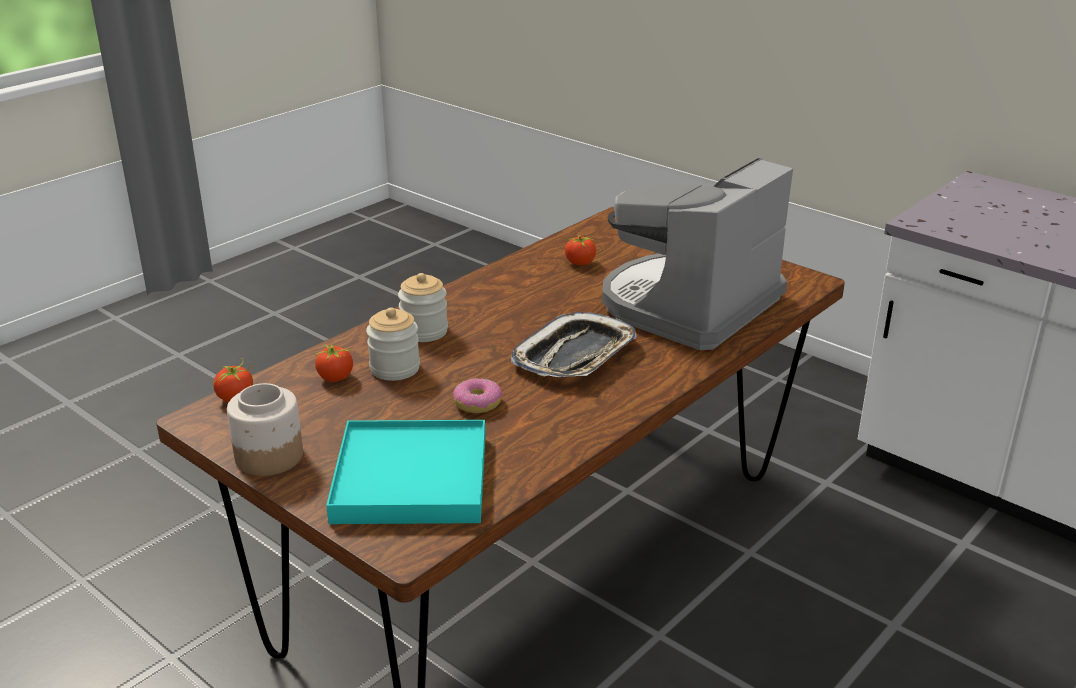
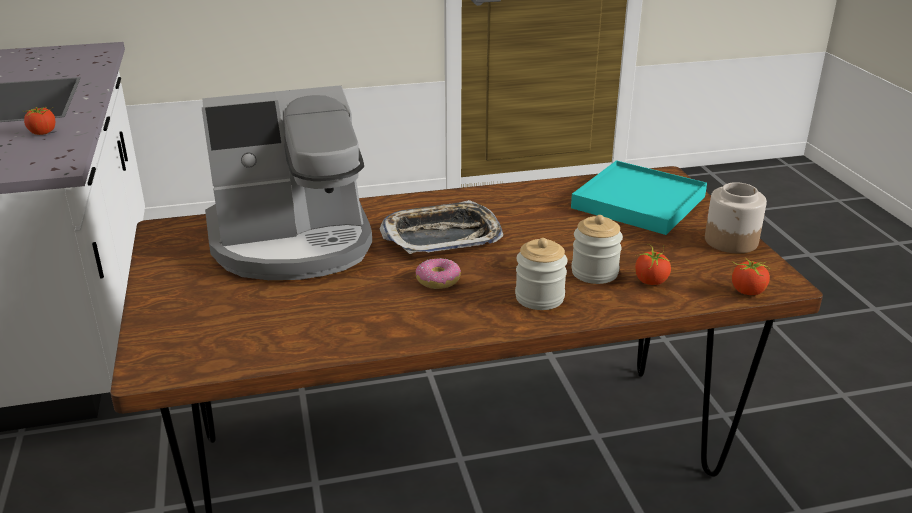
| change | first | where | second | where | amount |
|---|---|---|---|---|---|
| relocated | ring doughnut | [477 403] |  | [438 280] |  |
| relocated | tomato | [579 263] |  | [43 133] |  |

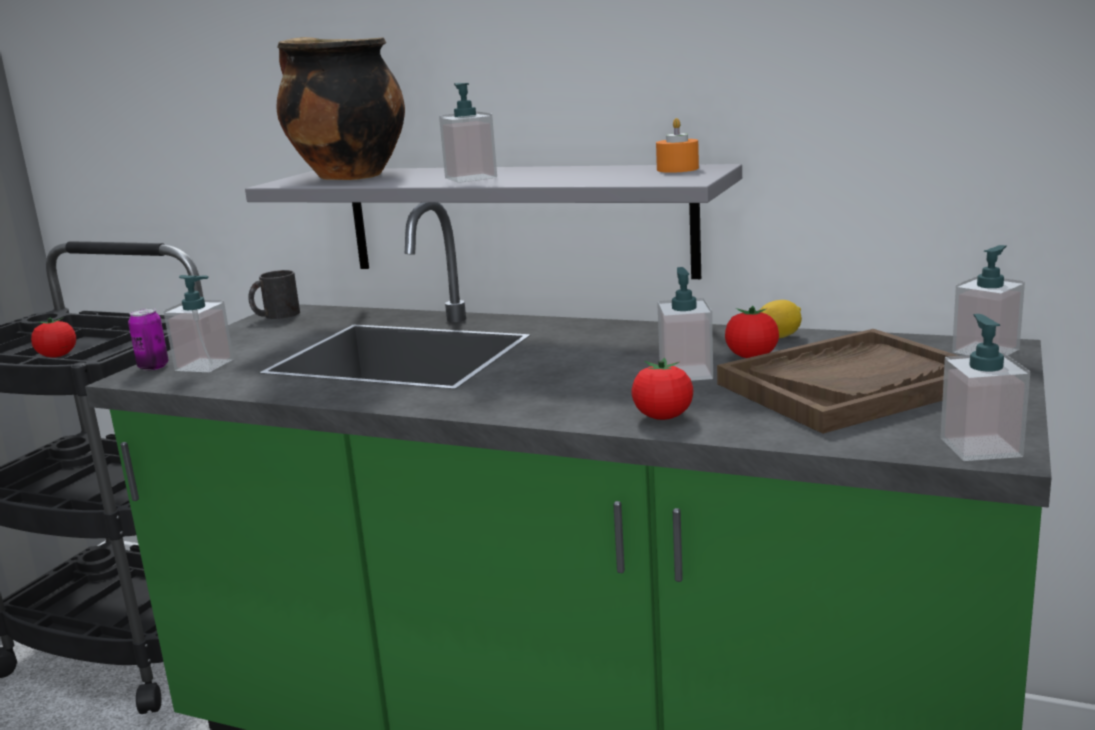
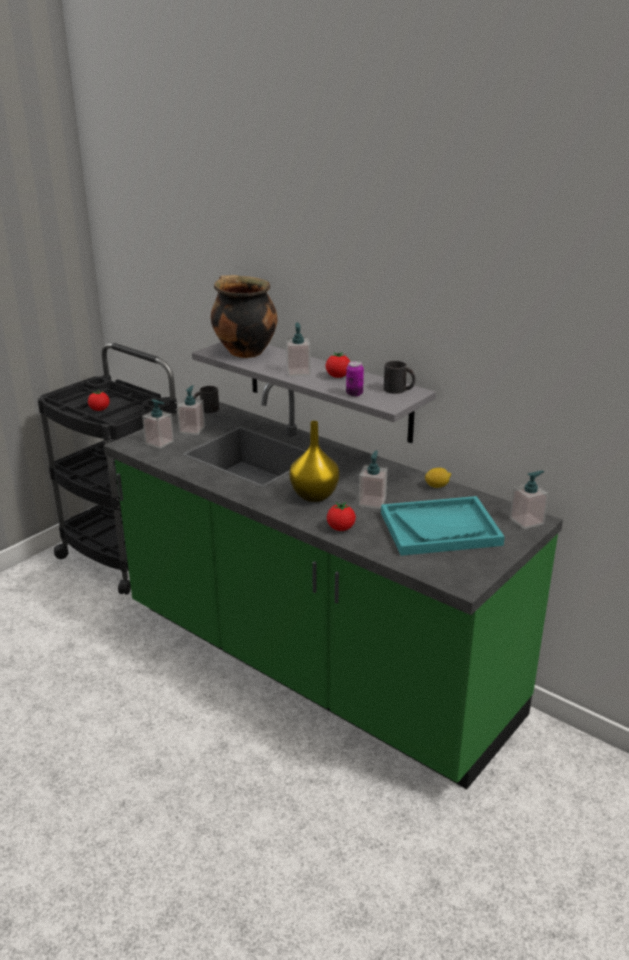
| change | first | where | second | where | amount |
|---|---|---|---|---|---|
| relocated | metal can | [153 367] |  | [354 394] |  |
| exchanged | orangey wax light | [677 169] | blackish mug | [399 390] |  |
| colour | brownish tray | [850 385] | turquoise tray | [440 528] |  |
| relocated | tomato | [751 357] |  | [338 376] |  |
| relocated | liquid soap bottle | [980 447] |  | [192 430] |  |
| appeared |  |  | yellow flower vase | [313 495] |  |

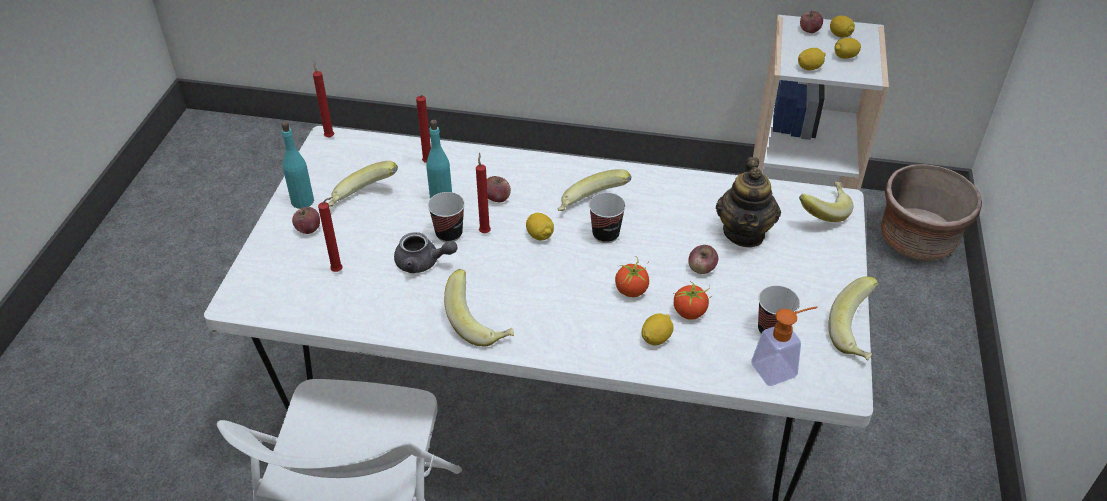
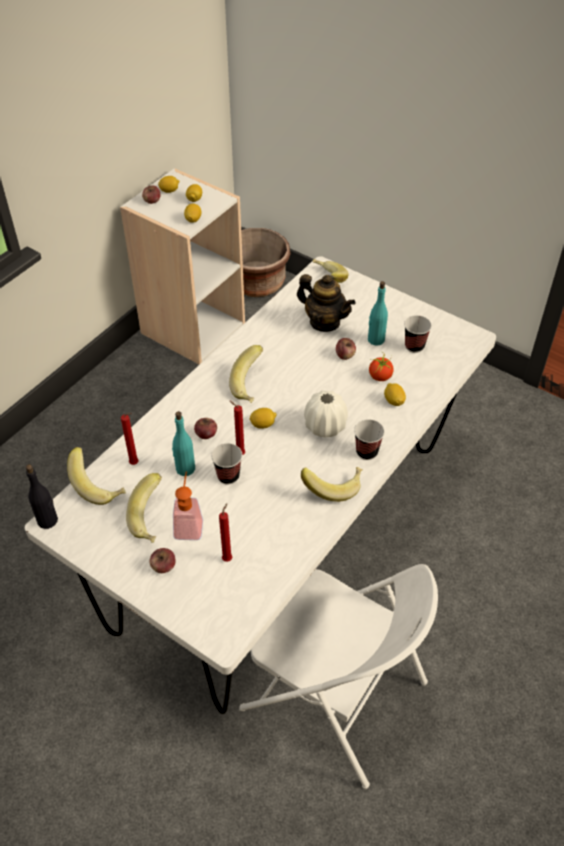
| change | first | where | second | where | amount |
|---|---|---|---|---|---|
| relocated | turquoise beverage bottle | [302 201] |  | [375 339] |  |
| exchanged | red-coloured wax light | [329 136] | blackish beverage bottle | [48 520] |  |
| missing | gray tea pot | [423 263] |  |  |  |
| relocated | small cup | [605 234] |  | [367 452] |  |
| missing | tomato | [631 290] |  |  |  |
| relocated | liquid soap bottle | [780 368] |  | [189 524] |  |
| relocated | whole banana | [857 334] |  | [99 486] |  |
| appeared |  |  | white flower vase | [325 426] |  |

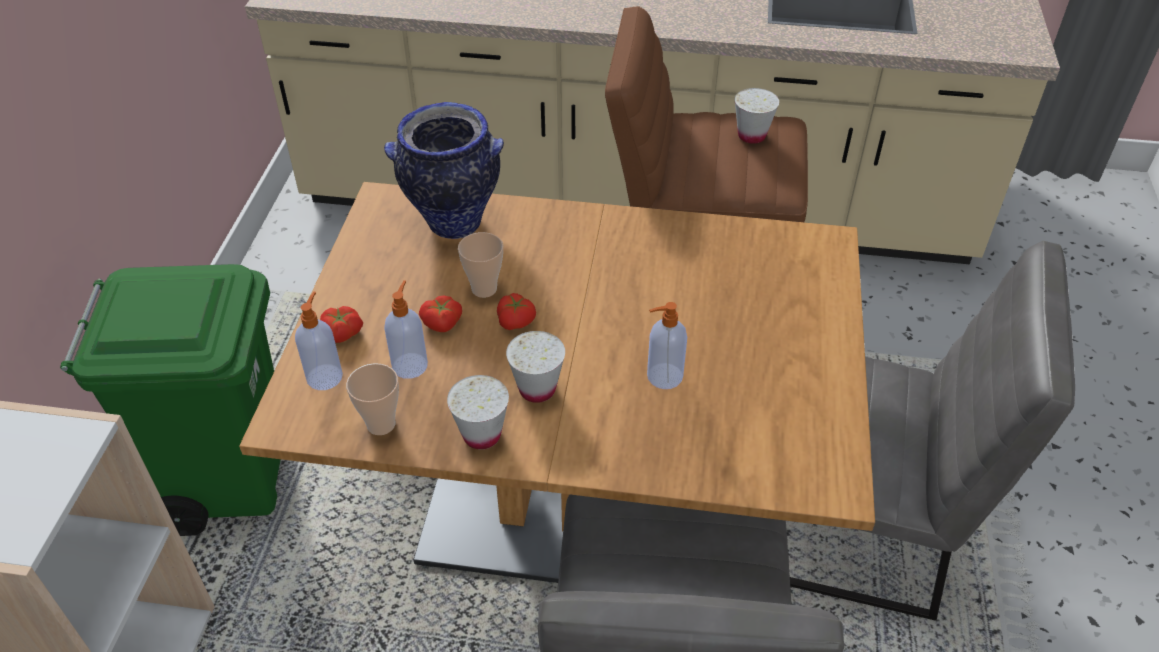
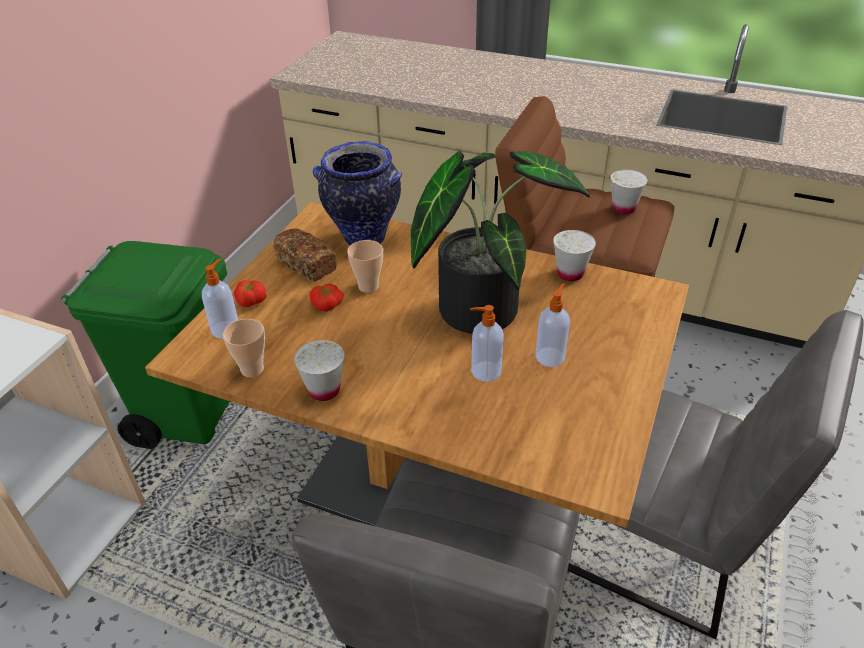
| change | first | where | second | where | amount |
|---|---|---|---|---|---|
| relocated | liquid soap bottle | [410 365] |  | [550 356] |  |
| missing | tomato | [517 321] |  |  |  |
| relocated | white small cup | [537 389] |  | [570 274] |  |
| appeared |  |  | baked bread | [306 265] |  |
| appeared |  |  | houseplant | [480 304] |  |

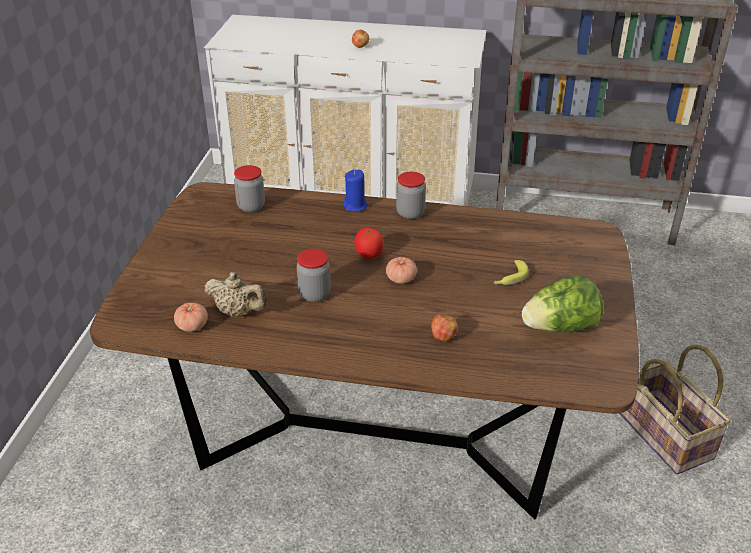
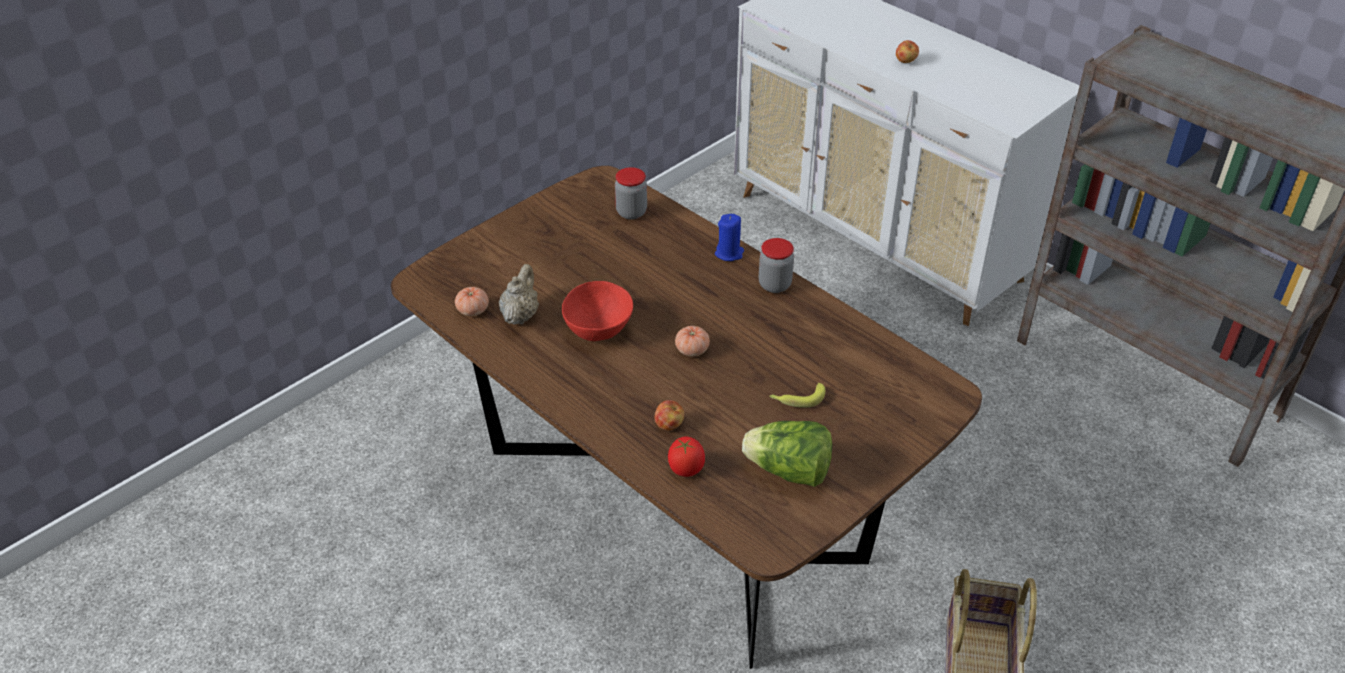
| change | first | where | second | where | amount |
|---|---|---|---|---|---|
| spun | beige tea pot | [238 312] |  | [520 315] | 135 degrees counterclockwise |
| exchanged | storage jar | [314 294] | red-coloured deep dish | [599 329] |  |
| relocated | tomato | [368 254] |  | [686 469] |  |

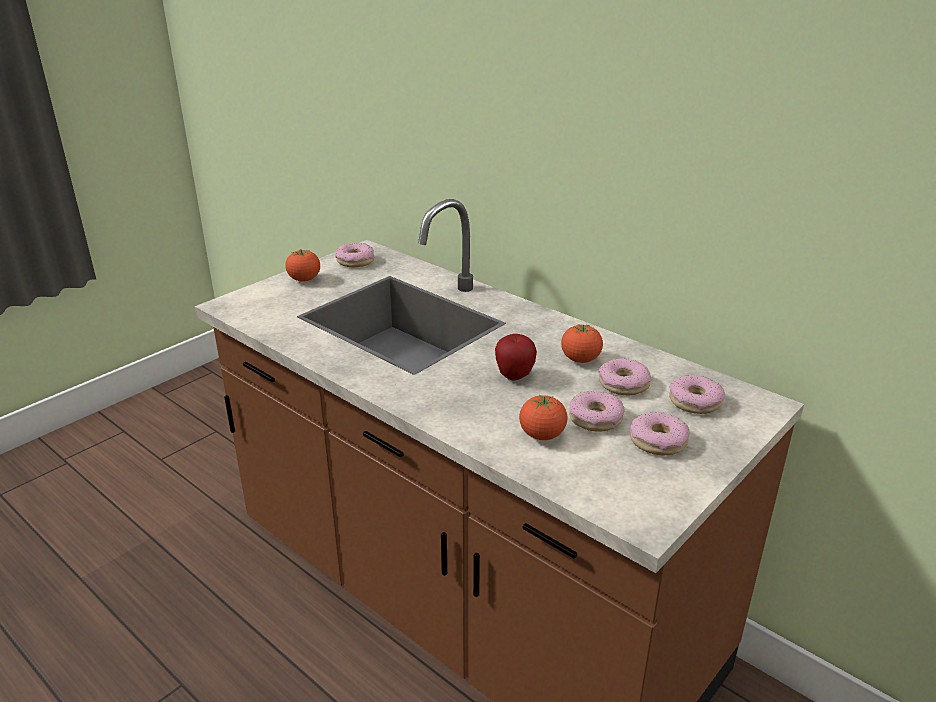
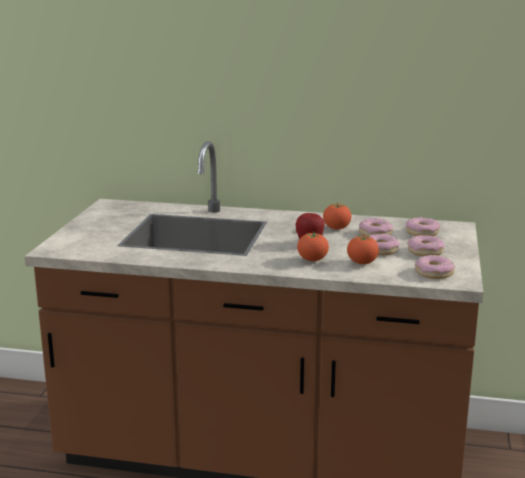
| change | first | where | second | where | amount |
|---|---|---|---|---|---|
| relocated | tomato | [304 280] |  | [312 260] |  |
| relocated | ring doughnut | [355 261] |  | [434 273] |  |

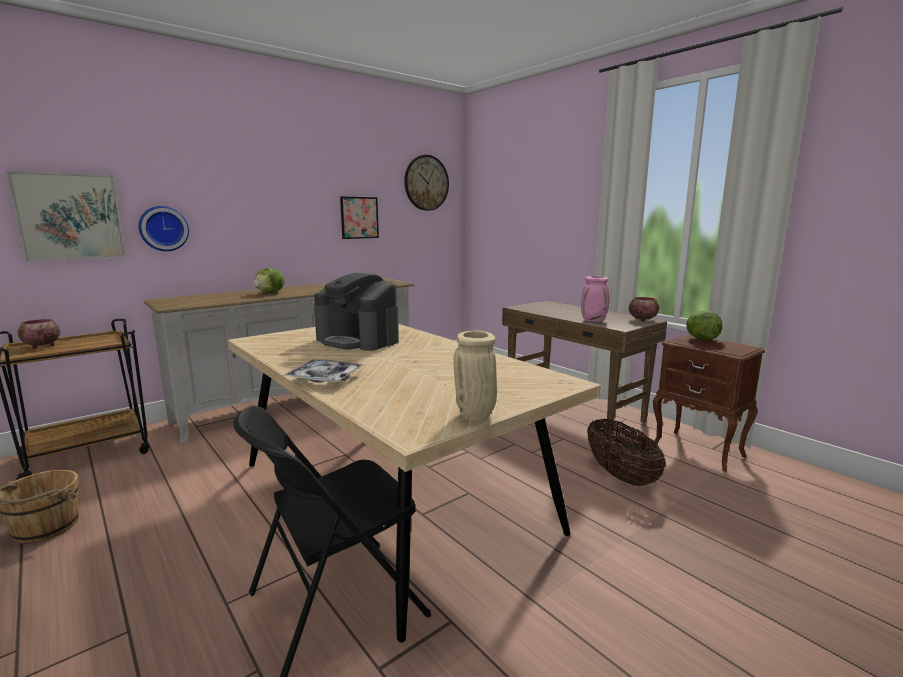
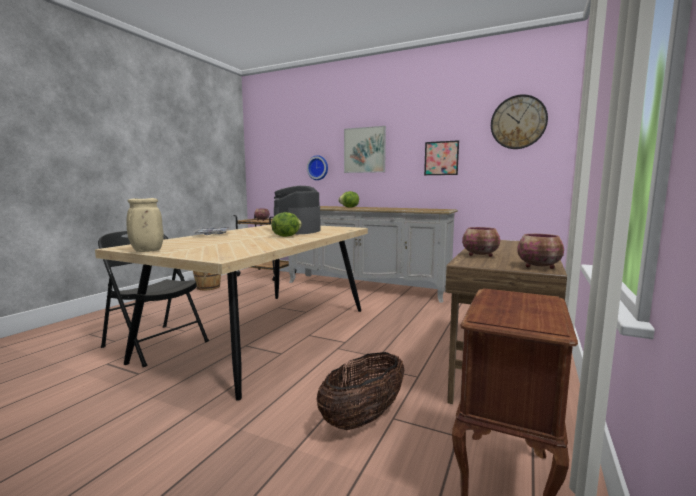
| change | first | where | second | where | amount |
|---|---|---|---|---|---|
| relocated | wall art | [70 216] |  | [364 150] |  |
| exchanged | pink flower vase | [594 320] | deep dish | [481 255] |  |
| relocated | lettuce | [701 339] |  | [286 236] |  |

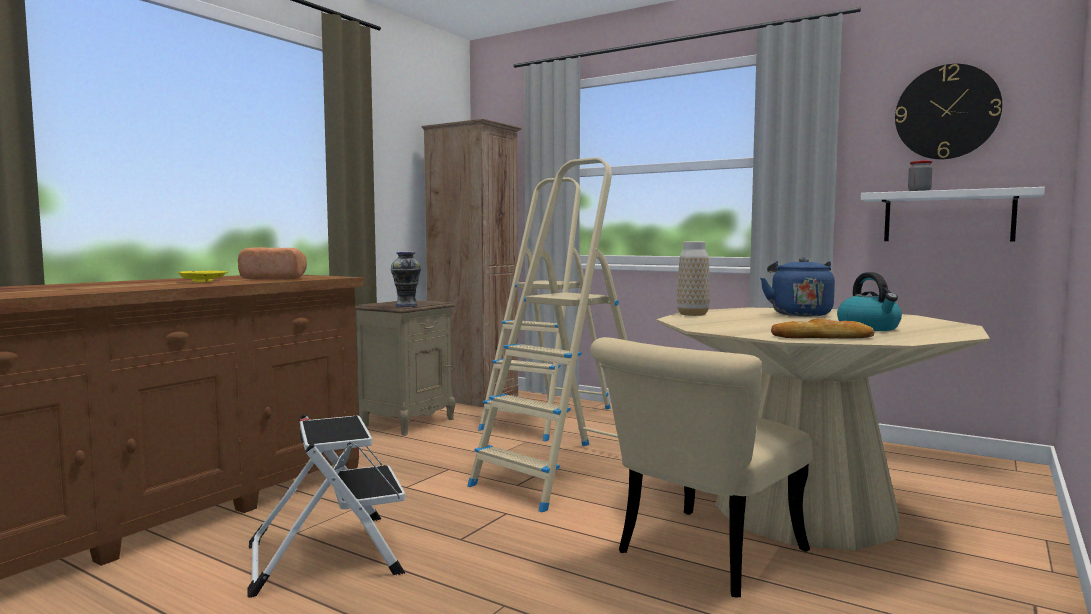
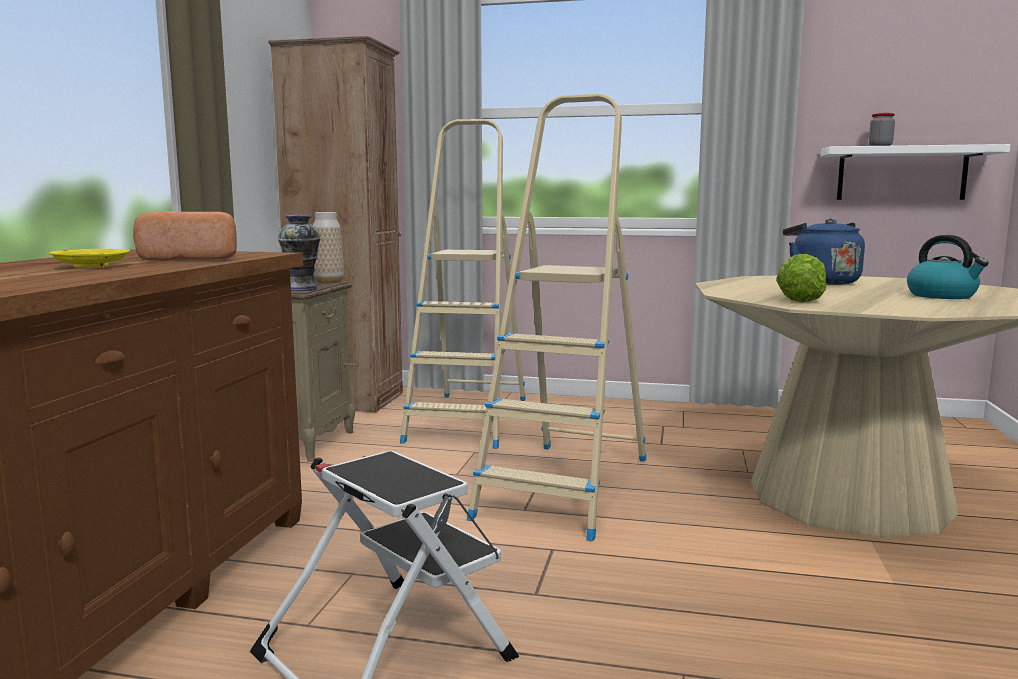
| change | first | where | second | where | amount |
|---|---|---|---|---|---|
| missing | beige upright chair | [700 558] |  |  |  |
| relocated | flower vase | [692 314] |  | [328 282] |  |
| missing | baked bread | [822 337] |  |  |  |
| missing | wall clock | [946 112] |  |  |  |
| appeared |  |  | lettuce | [801 300] |  |

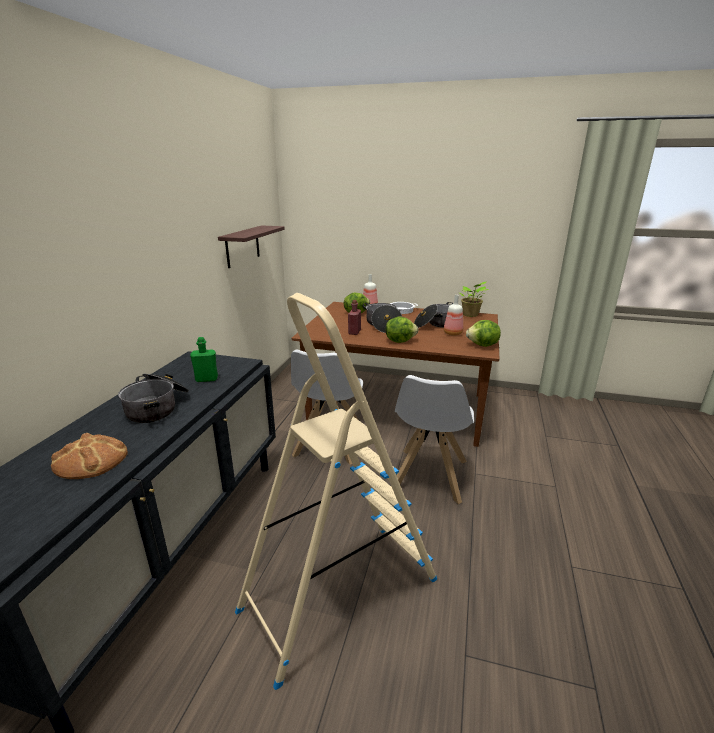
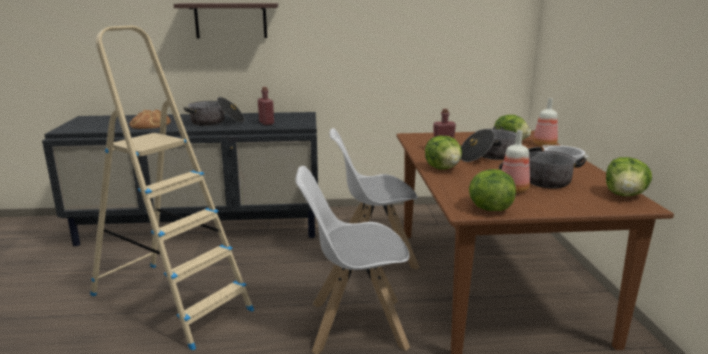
| change | first | where | second | where | amount |
|---|---|---|---|---|---|
| colour | greenish beverage bottle | [206 379] | red-coloured beverage bottle | [266 123] |  |
| relocated | shelf | [242 246] |  | [231 20] |  |
| exchanged | houseplant | [470 315] | lettuce | [625 195] |  |

